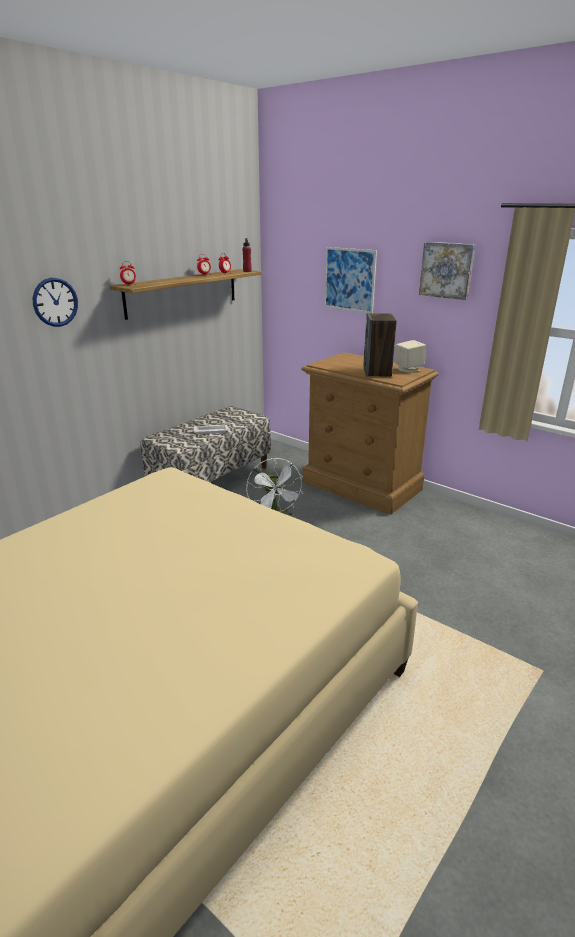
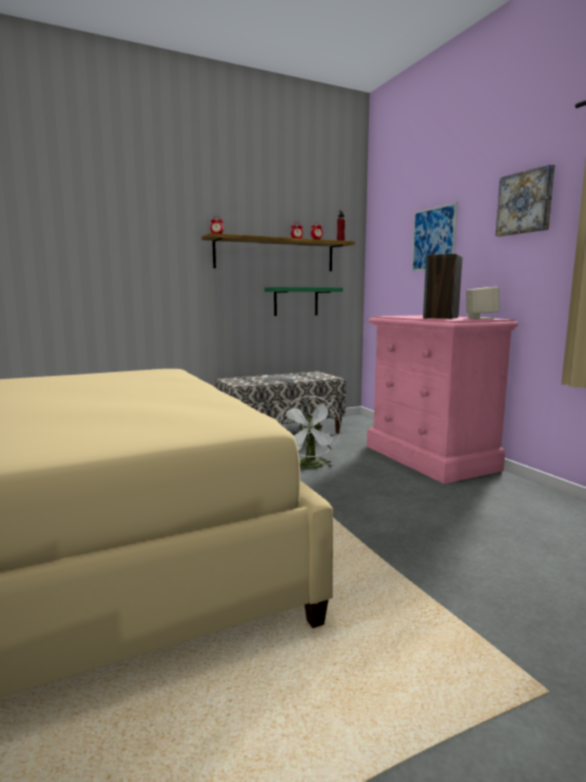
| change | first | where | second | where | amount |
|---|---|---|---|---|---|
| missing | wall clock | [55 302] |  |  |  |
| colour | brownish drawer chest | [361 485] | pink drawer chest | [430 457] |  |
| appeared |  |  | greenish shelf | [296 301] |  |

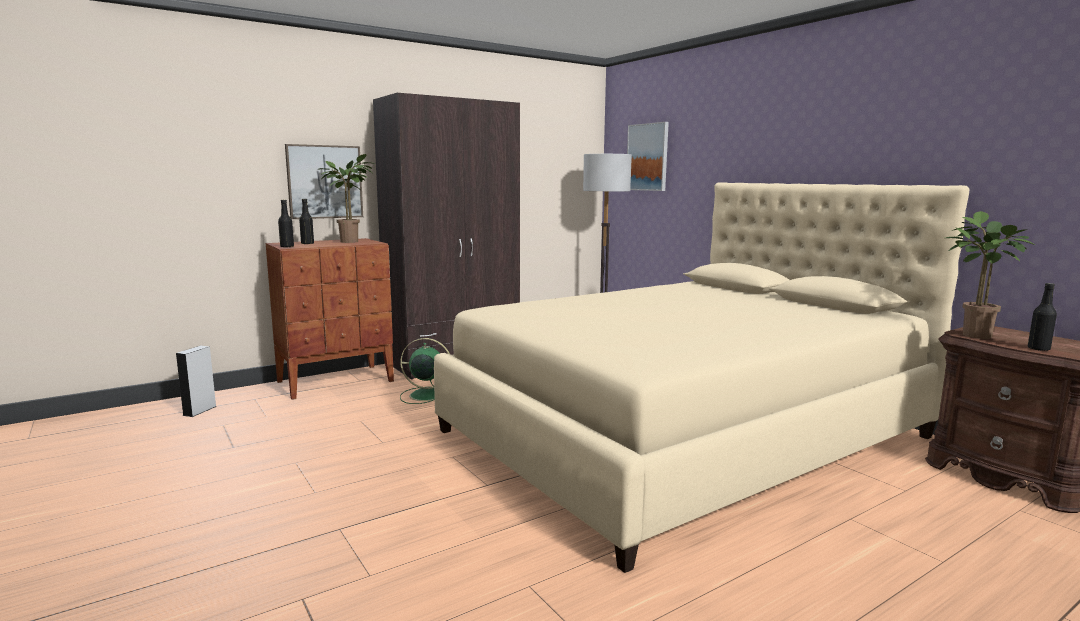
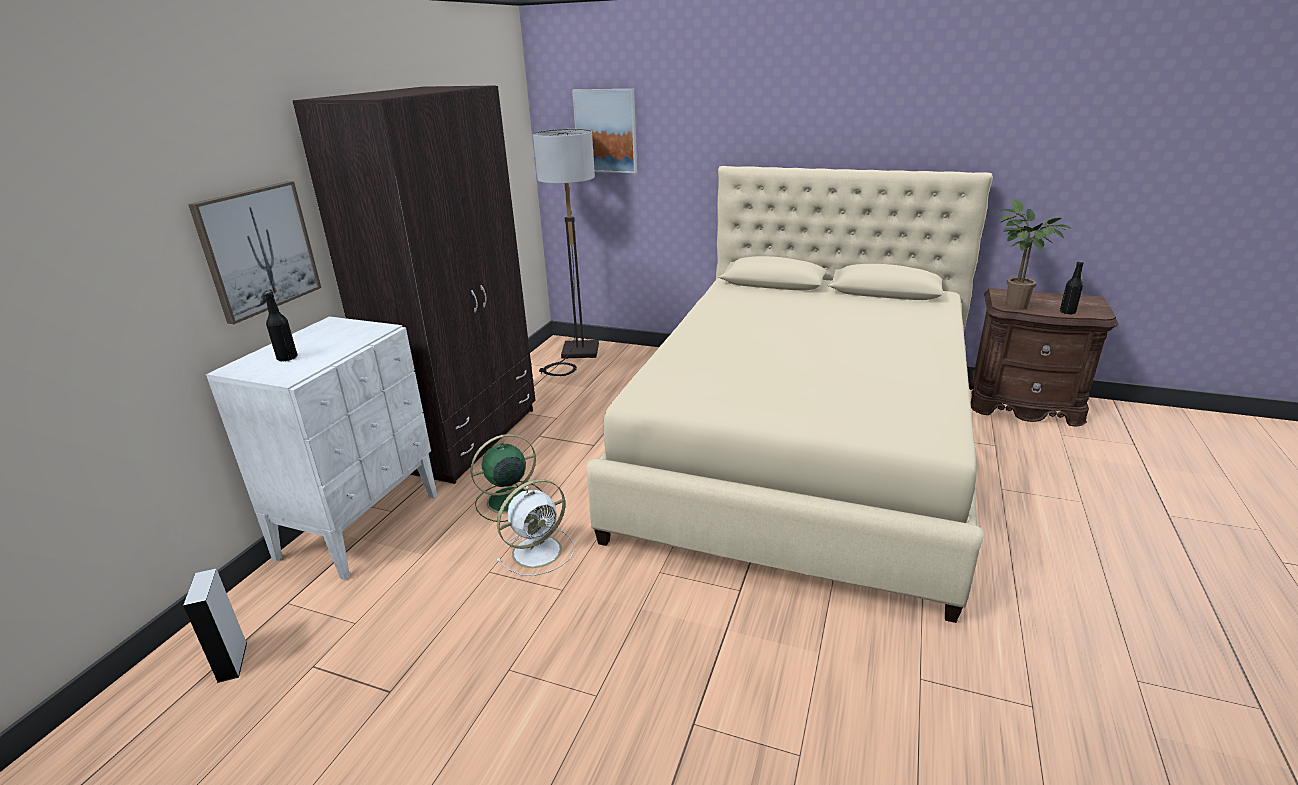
| change | first | where | second | where | amount |
|---|---|---|---|---|---|
| colour | brownish drawer chest | [337 382] | white drawer chest | [363 525] |  |
| missing | blackish beverage bottle | [287 247] |  |  |  |
| missing | houseplant | [352 241] |  |  |  |
| appeared |  |  | white cooling fan | [539 550] |  |

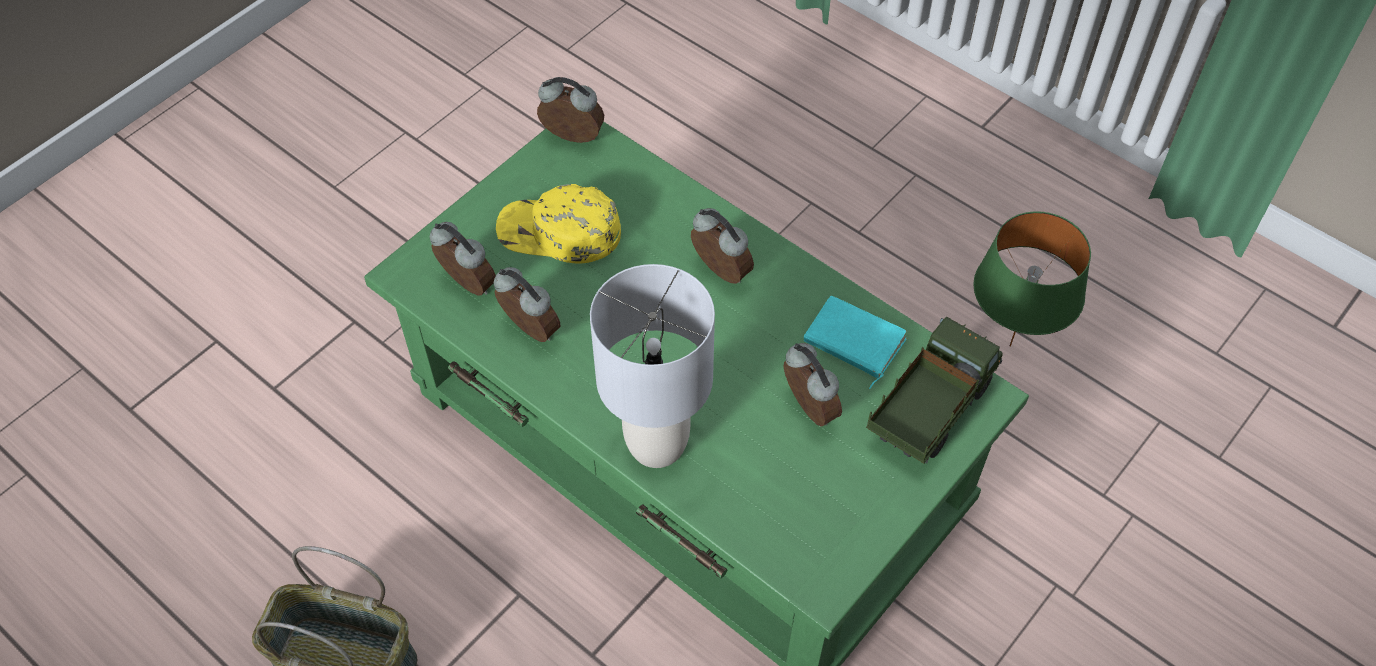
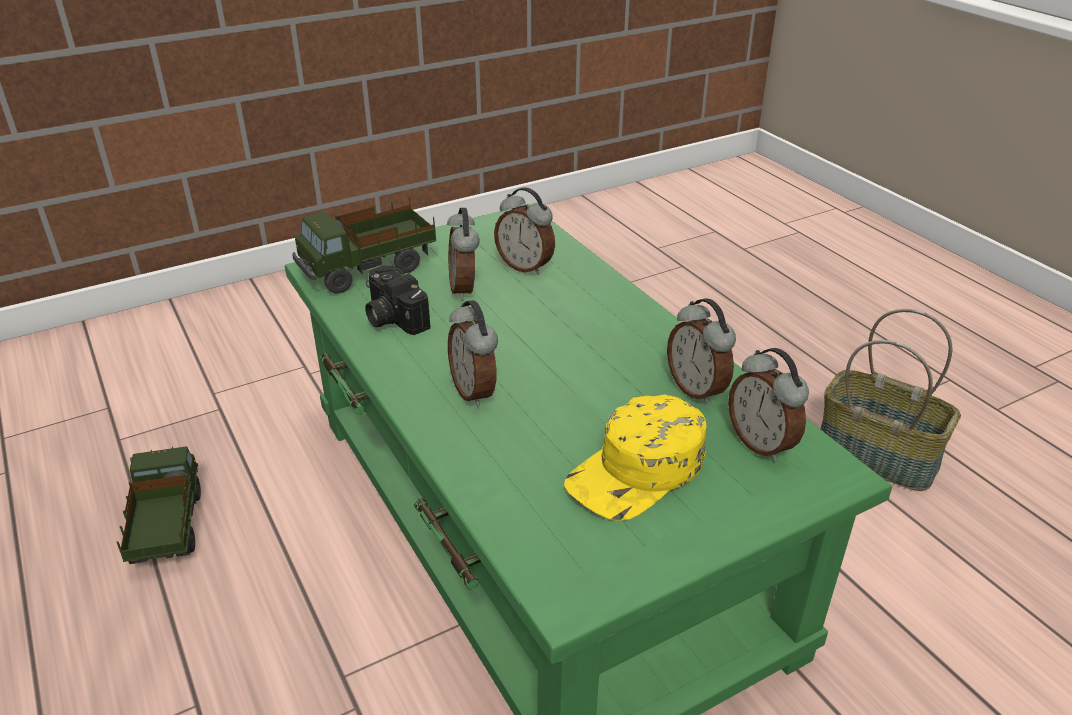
| change | first | where | second | where | amount |
|---|---|---|---|---|---|
| spun | yellow baseball cap | [558 232] |  | [638 471] | 105 degrees clockwise |
| relocated | bedside clock | [572 139] |  | [525 266] |  |
| missing | gray table lamp | [656 444] |  |  |  |
| exchanged | turquoise volume | [852 342] | still camera | [391 317] |  |
| exchanged | greenish table lamp | [1009 345] | model truck | [168 529] |  |

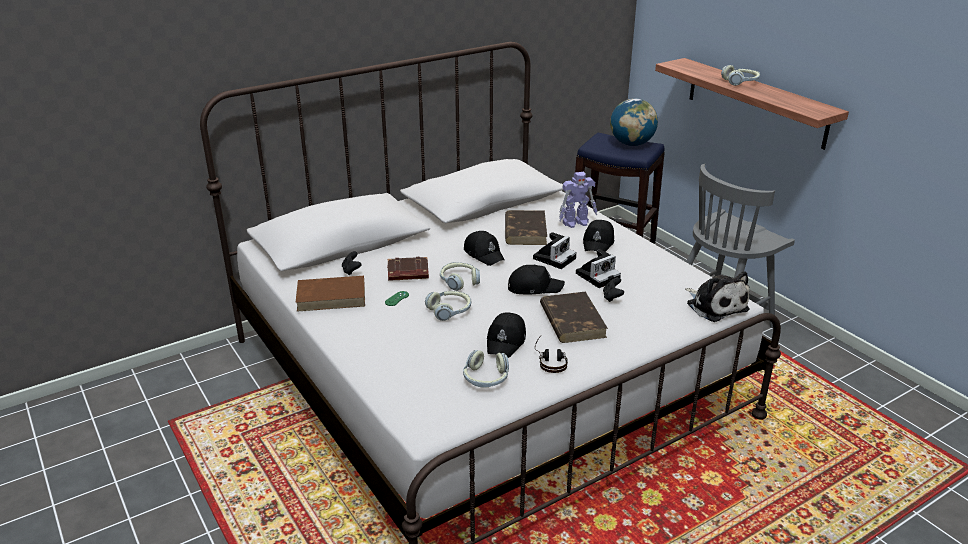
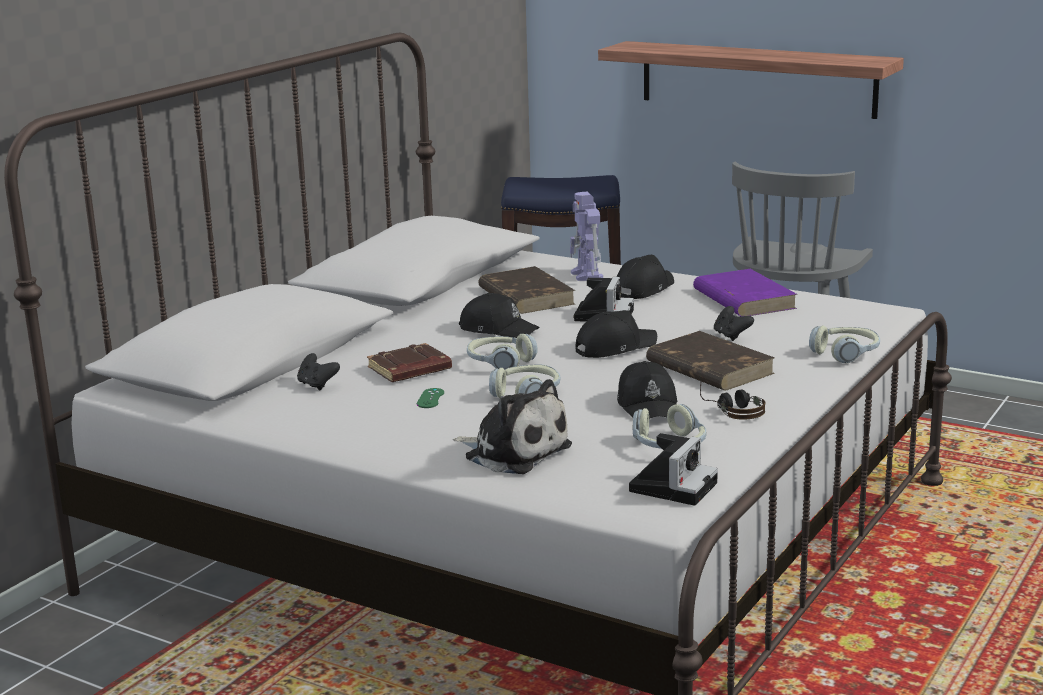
| change | first | where | second | where | amount |
|---|---|---|---|---|---|
| missing | brownish volume | [332 296] |  |  |  |
| spun | toy robot | [576 223] |  | [587 276] | 120 degrees clockwise |
| relocated | still camera | [598 276] |  | [673 485] |  |
| spun | blackish baseball cap | [599 242] |  | [643 289] | 135 degrees counterclockwise |
| missing | globe | [631 144] |  |  |  |
| relocated | soft toy | [715 305] |  | [513 452] |  |
| relocated | headset | [740 82] |  | [846 353] |  |
| appeared |  |  | purple-coloured volume | [743 299] |  |

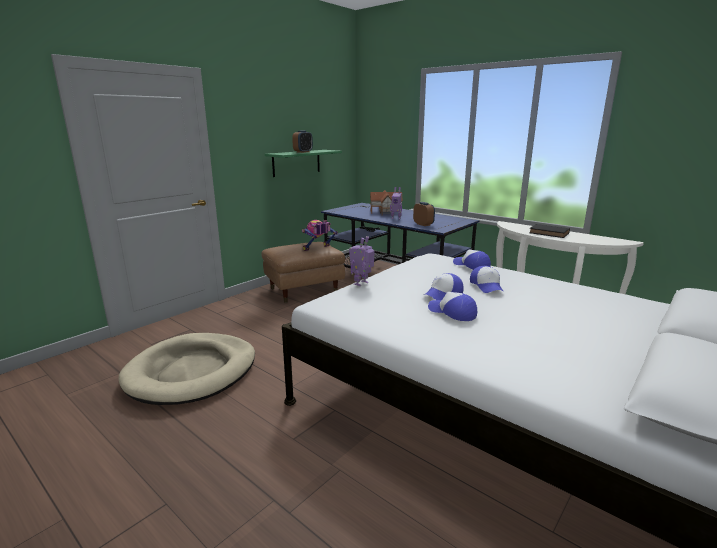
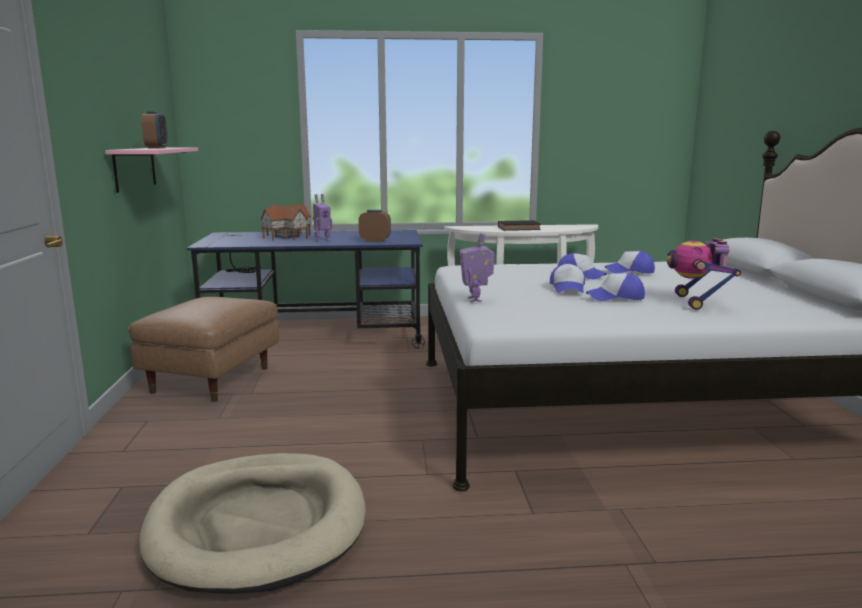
| change | first | where | second | where | amount |
|---|---|---|---|---|---|
| colour | greenish shelf | [296 163] | pink shelf | [135 168] |  |
| relocated | toy robot | [318 249] |  | [696 302] |  |
| relocated | baseball cap | [471 266] |  | [630 271] |  |

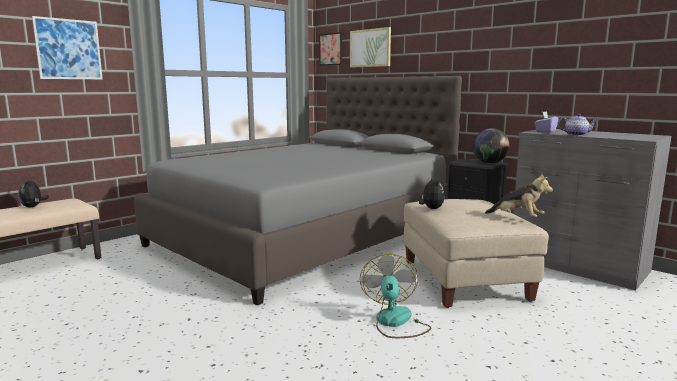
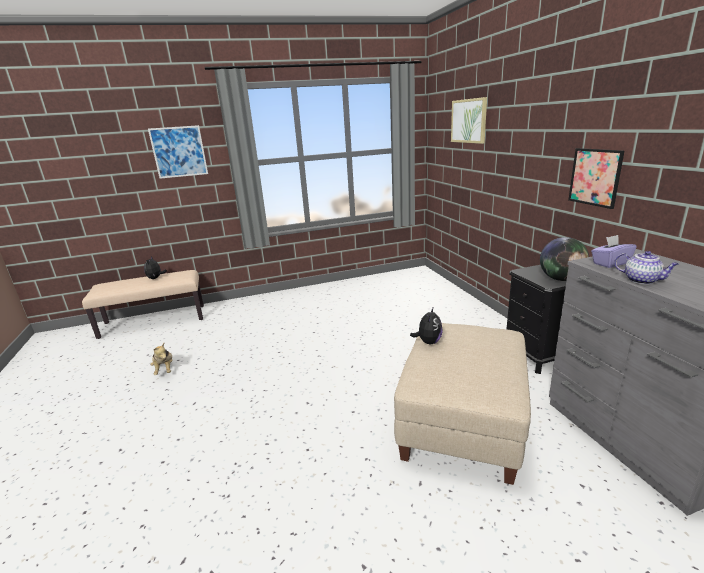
| change | first | where | second | where | amount |
|---|---|---|---|---|---|
| missing | gray bed | [307 236] |  |  |  |
| relocated | wall art | [331 49] |  | [595 177] |  |
| missing | cooling fan | [395 322] |  |  |  |
| relocated | soft toy | [517 218] |  | [165 369] |  |

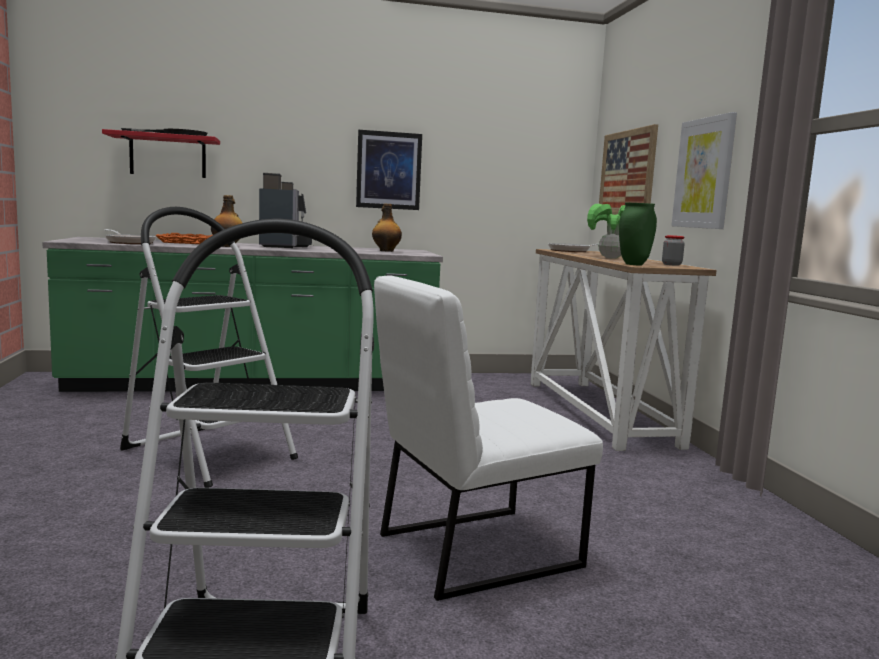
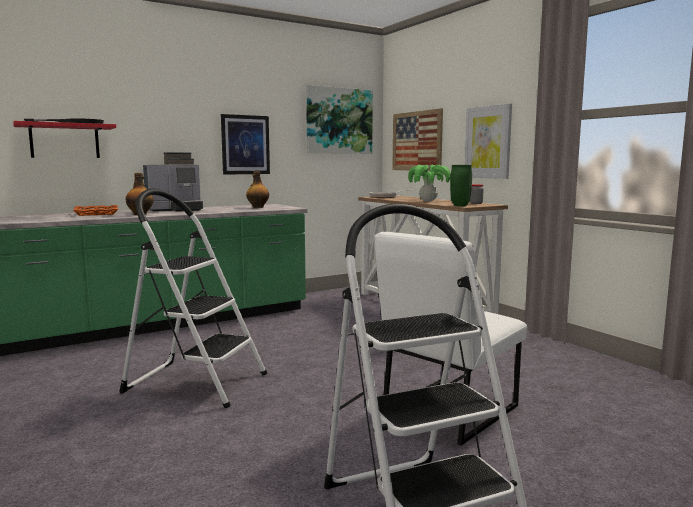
| change | first | where | second | where | amount |
|---|---|---|---|---|---|
| missing | frying pan | [129 242] |  |  |  |
| spun | coffee maker | [284 246] |  | [176 209] | 90 degrees clockwise |
| appeared |  |  | wall art | [339 121] |  |

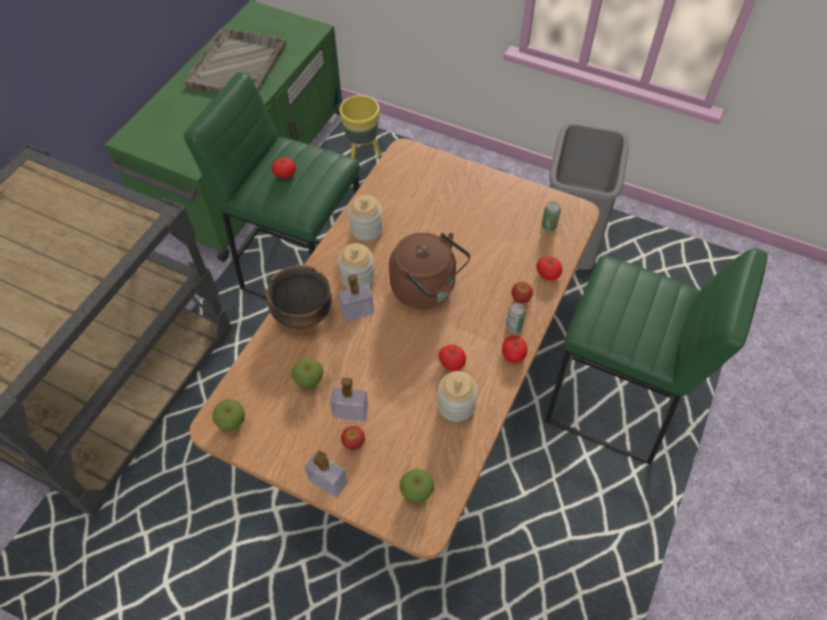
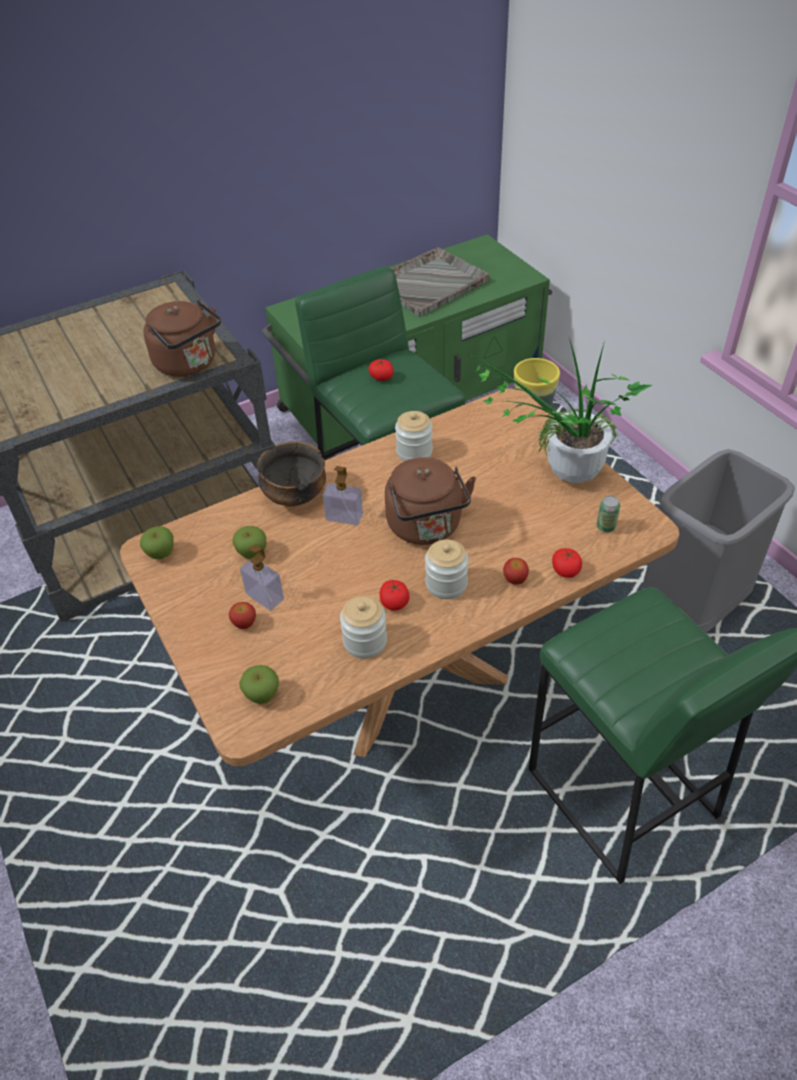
| change | first | where | second | where | amount |
|---|---|---|---|---|---|
| missing | liquid soap bottle | [328 482] |  |  |  |
| relocated | storage jar | [357 278] |  | [446 584] |  |
| missing | tomato | [513 354] |  |  |  |
| missing | metal can | [514 326] |  |  |  |
| appeared |  |  | brownish tea kettle | [189 364] |  |
| appeared |  |  | houseplant | [561 474] |  |

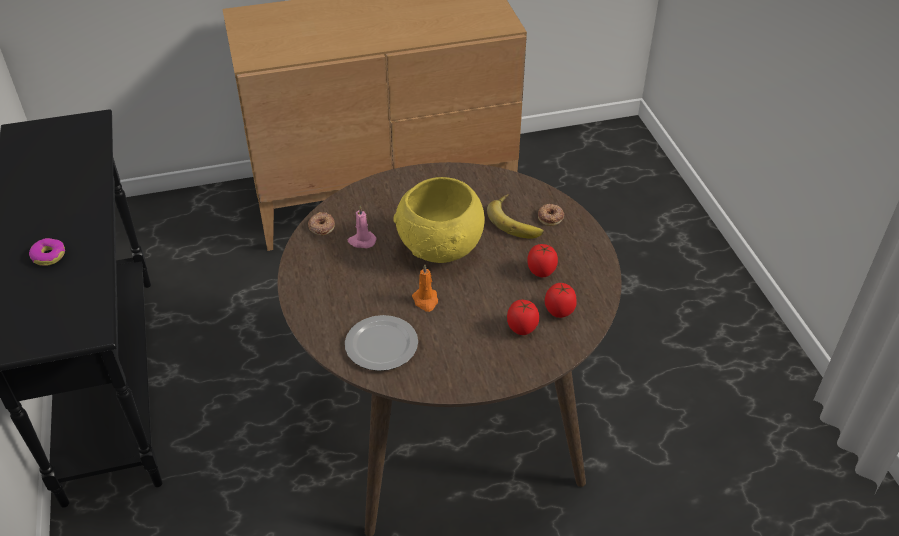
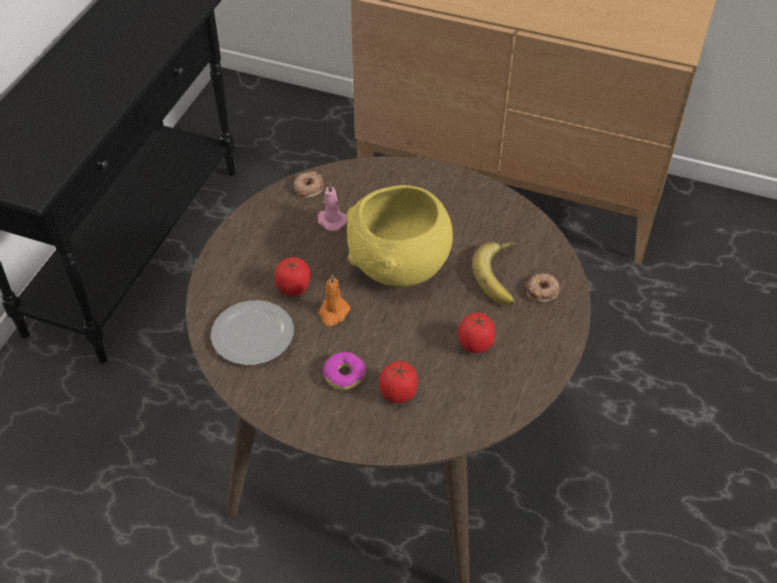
| change | first | where | second | where | amount |
|---|---|---|---|---|---|
| relocated | ring doughnut | [49 256] |  | [344 375] |  |
| relocated | tomato | [559 311] |  | [294 288] |  |

